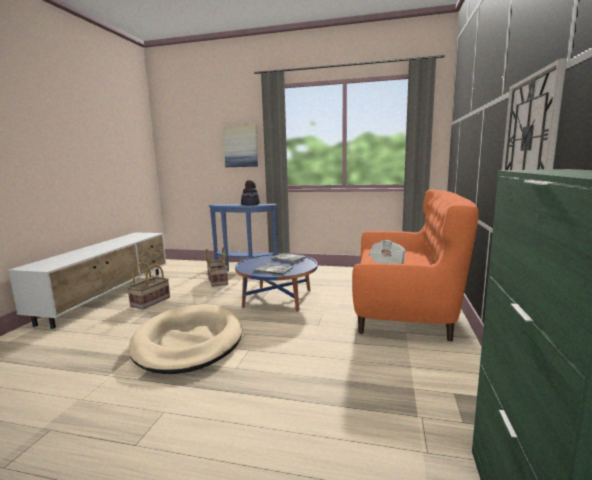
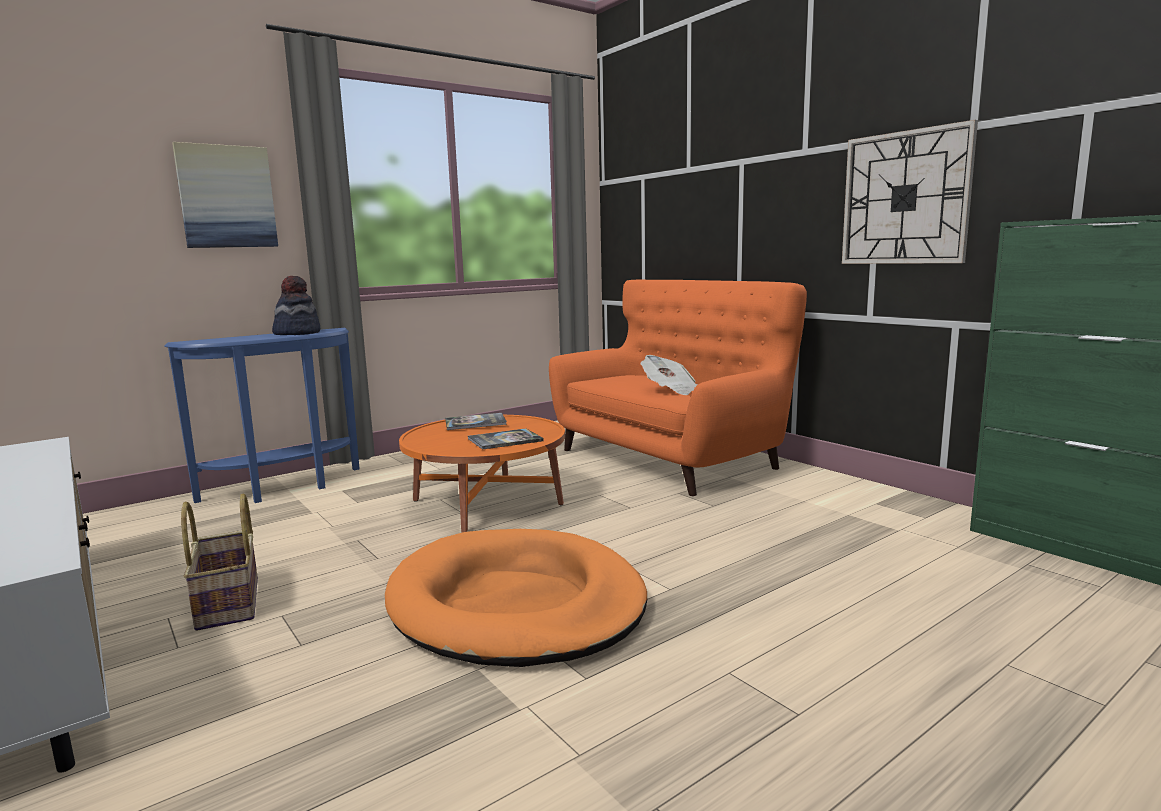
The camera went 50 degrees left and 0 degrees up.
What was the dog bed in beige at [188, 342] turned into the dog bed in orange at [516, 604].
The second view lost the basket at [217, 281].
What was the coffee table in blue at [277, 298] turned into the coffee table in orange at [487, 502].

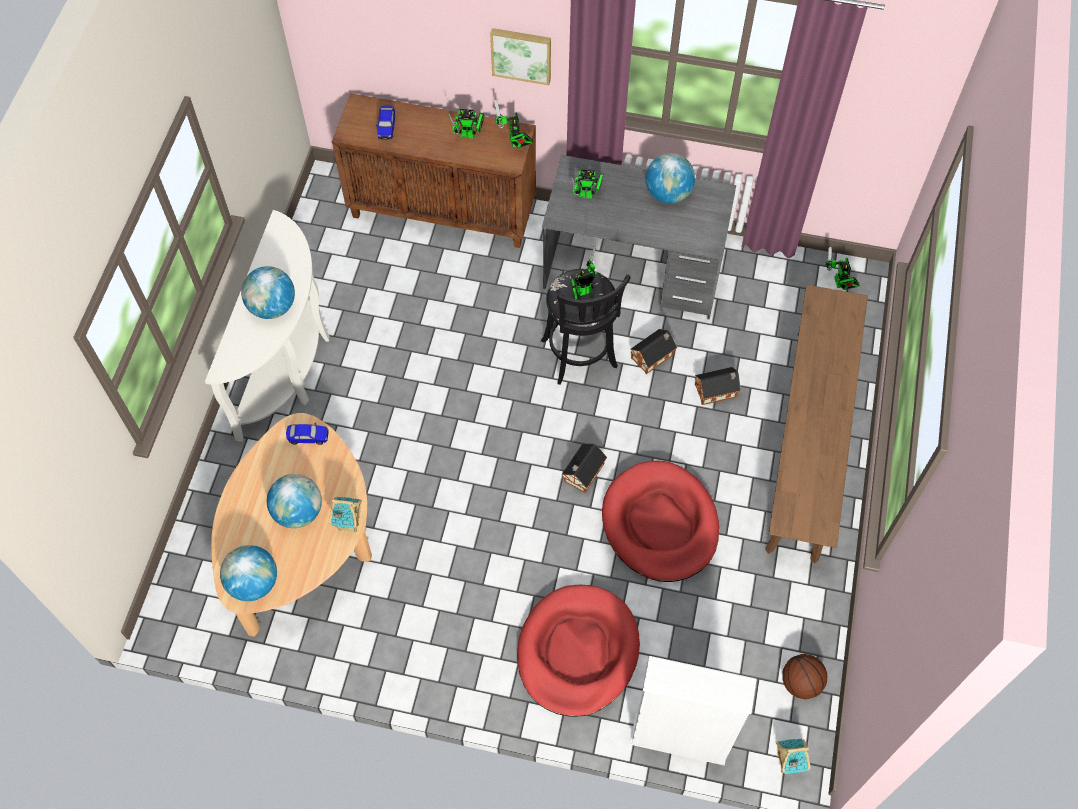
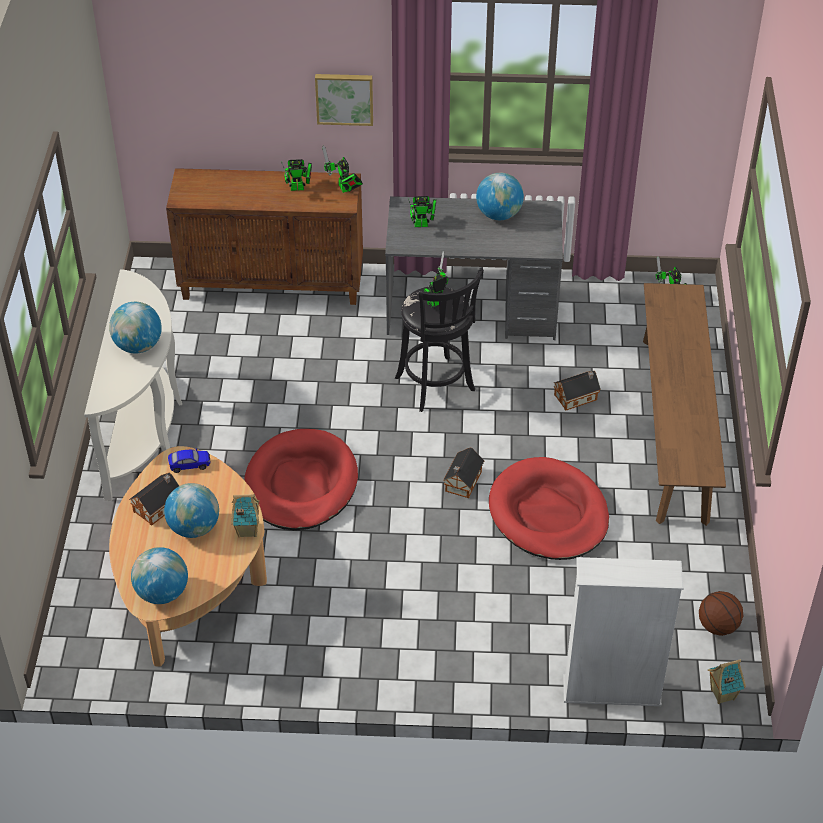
The camera went 10 degrees left and 15 degrees down.
The second view lost the toy car at [386, 127].
The dog bed in red ended up elsewhere, having gone from [577, 651] to [301, 484].
The toy house ended up elsewhere, having gone from [653, 356] to [159, 506].

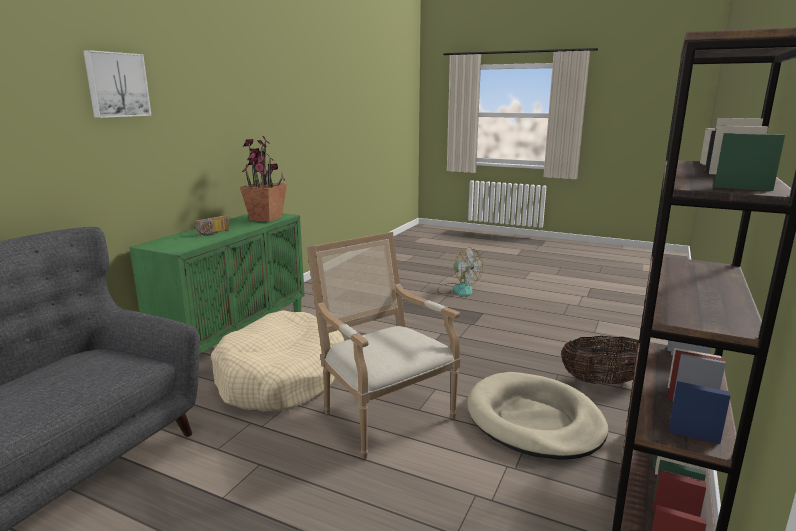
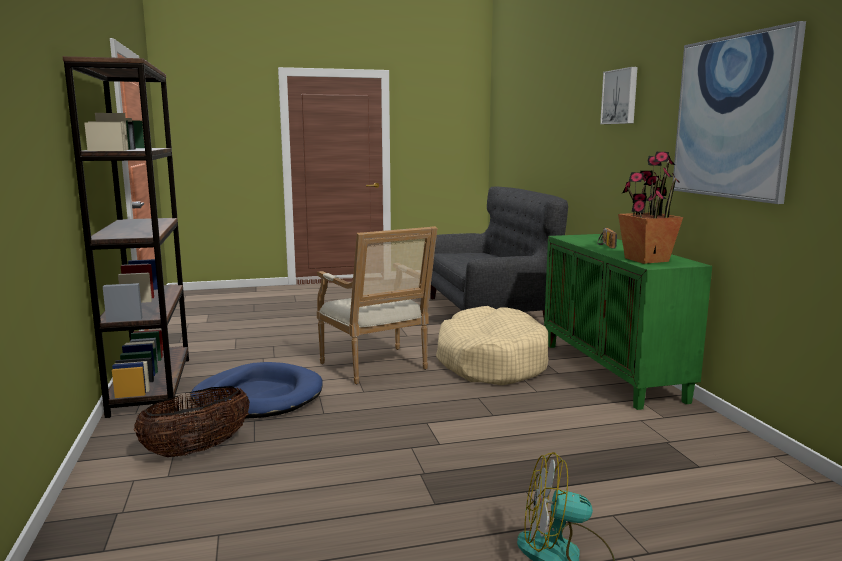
The camera went 140 degrees right and 5 degrees down.
The armchair at [383, 414] ended up facing another way, 45 degrees clockwise from before.
What was the dog bed in beige at [534, 420] turned into the dog bed in blue at [258, 397].
The second view gained the picture at [732, 117].

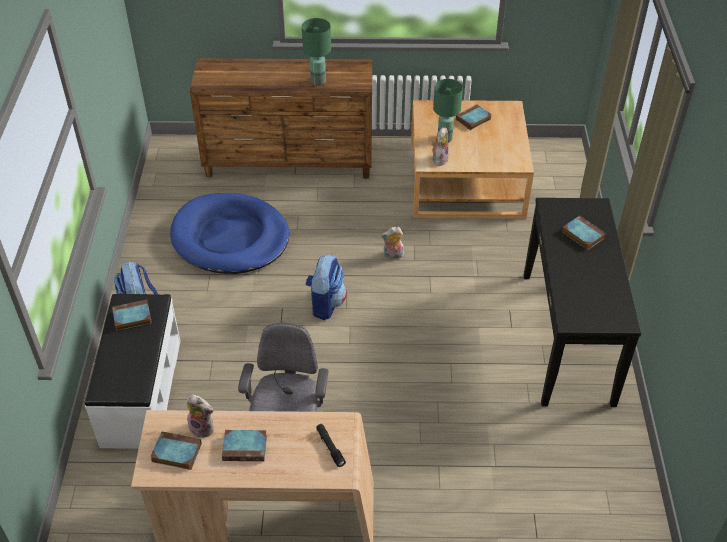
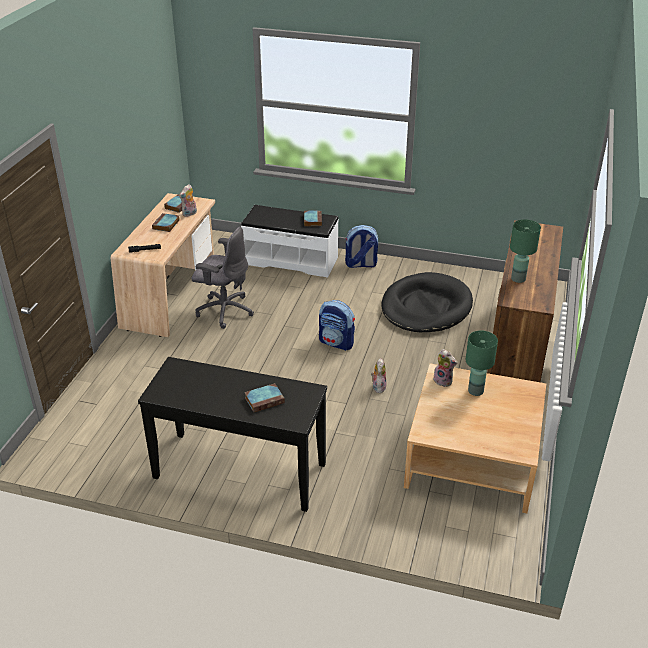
The camera went 105 degrees right and 10 degrees down.
What was the dog bed in blue at [230, 238] turned into the dog bed in black at [426, 307].
The second view lost the book at [473, 119].

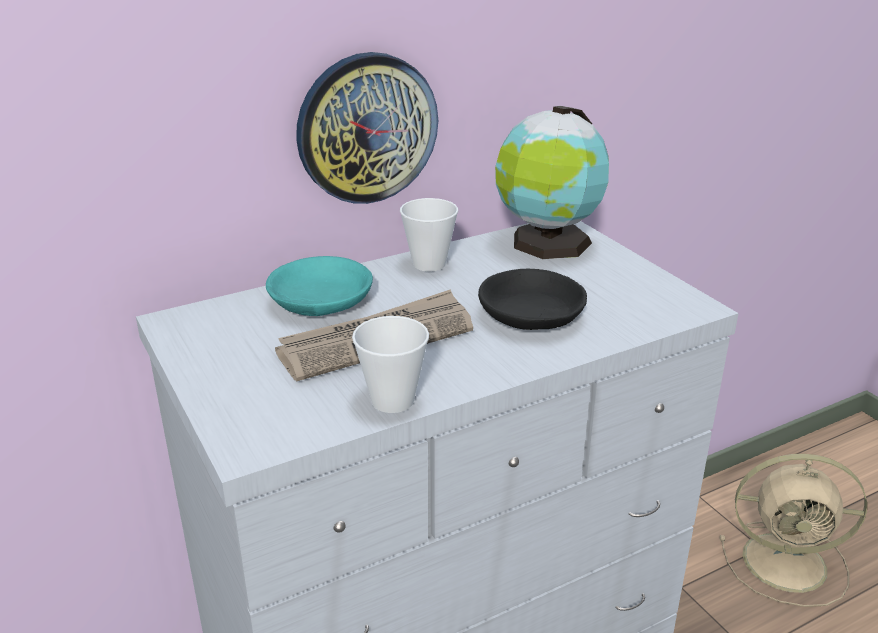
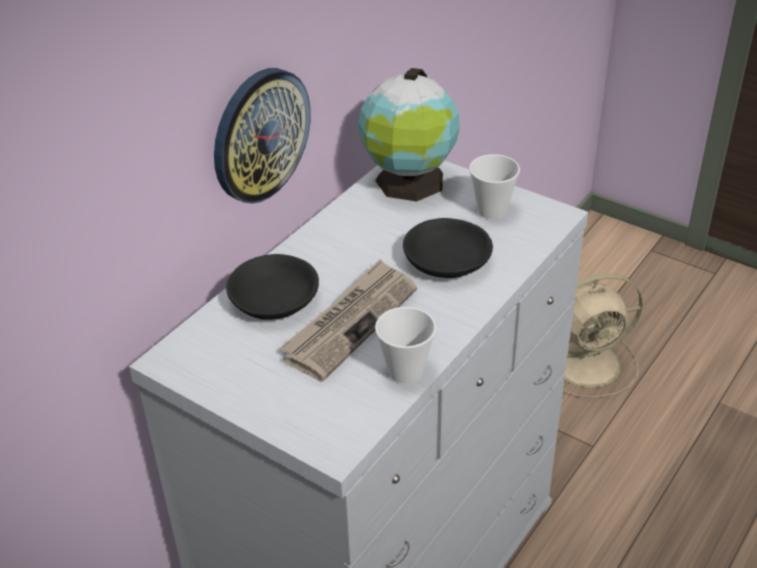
The camera went 25 degrees left and 10 degrees up.
What was the bowl in turquoise at [319, 301] turned into the bowl in black at [273, 300].
The cup ended up elsewhere, having gone from [429, 264] to [492, 210].

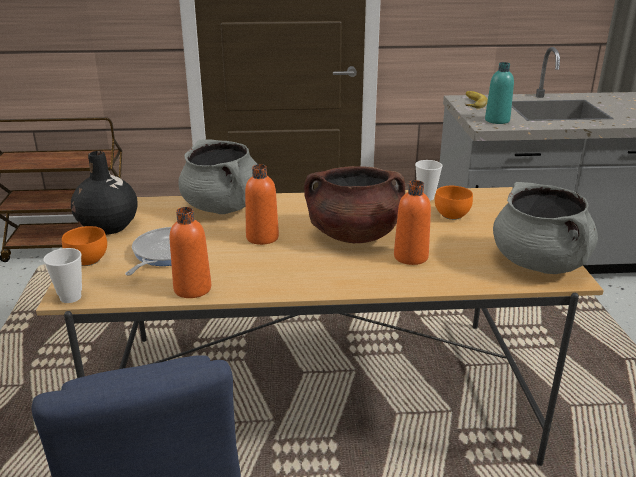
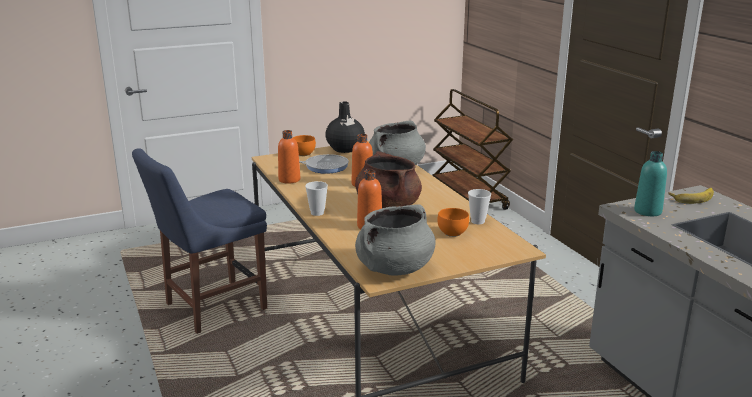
The camera went 70 degrees right and 5 degrees down.
The cup ended up elsewhere, having gone from [70, 297] to [317, 213].

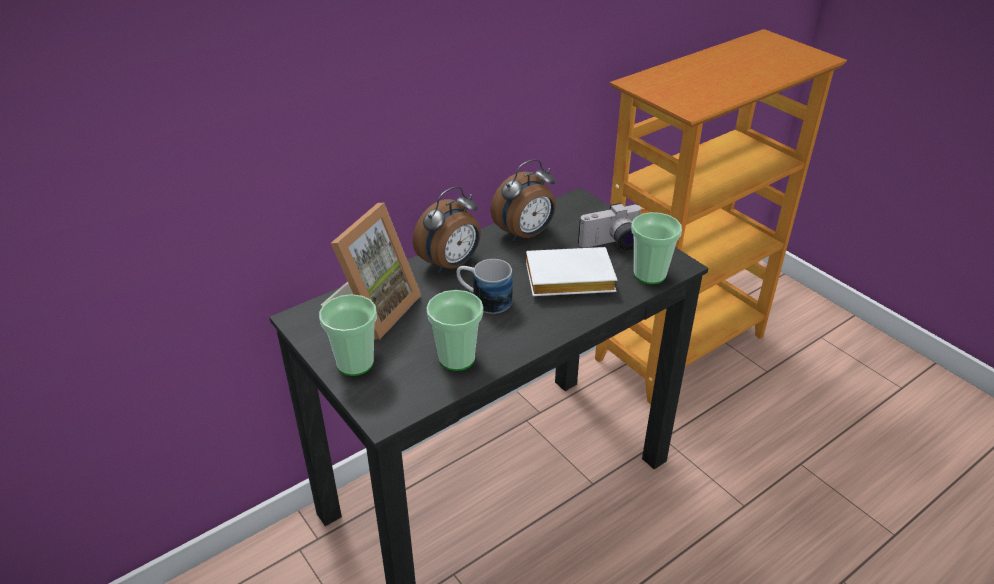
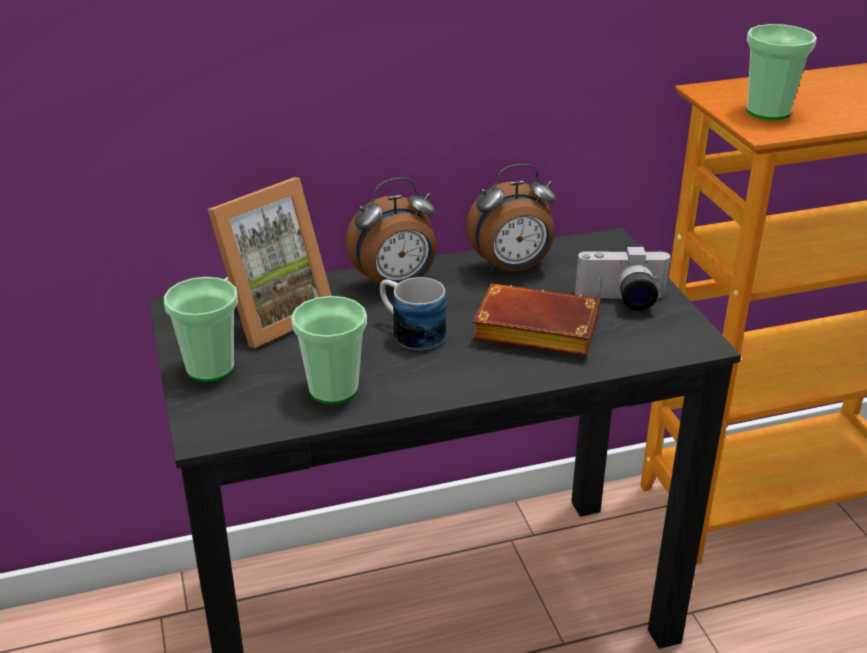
The camera went 20 degrees right and 5 degrees down.
What was the book in white at [567, 280] turned into the book in brown at [532, 331].
The cup ended up elsewhere, having gone from [649, 274] to [768, 111].

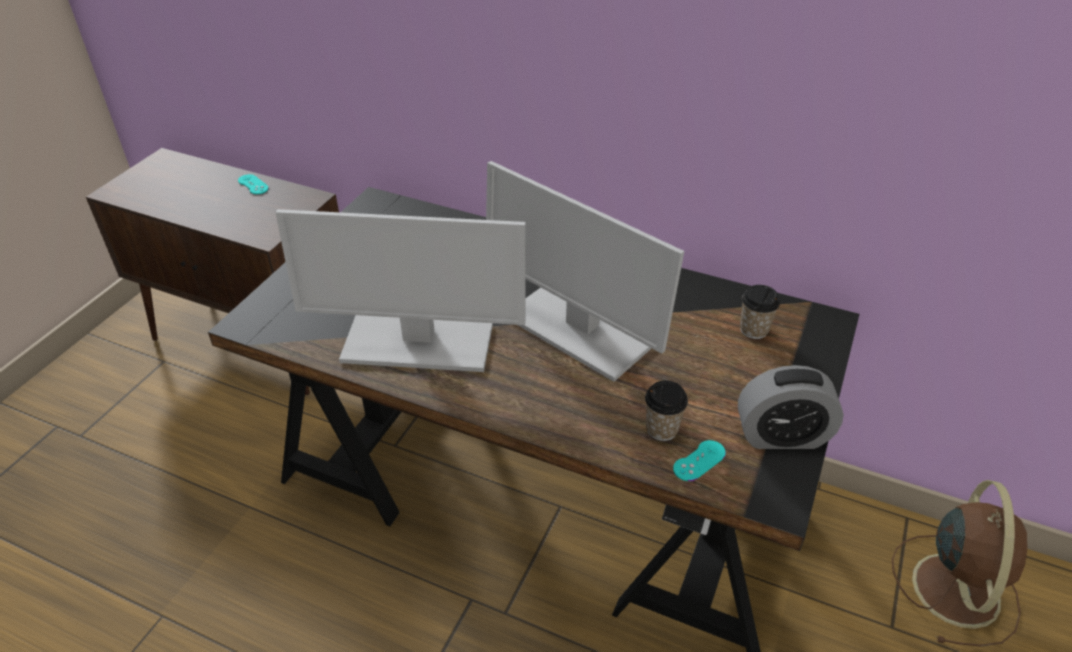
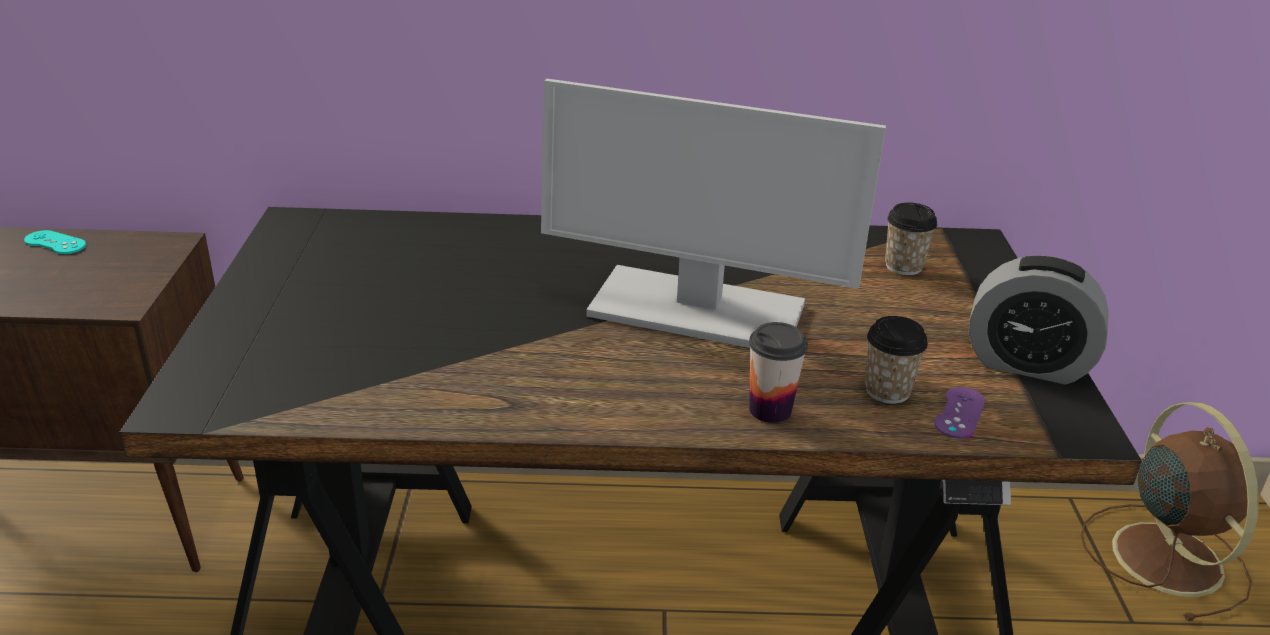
The camera went 25 degrees left and 10 degrees down.
The second view lost the monitor at [416, 344].
What was the game controller in turquoise at [699, 461] turned into the game controller in purple at [959, 413].
The alarm clock at [782, 436] ended up facing another way, 45 degrees clockwise from before.
The second view gained the cup at [770, 410].

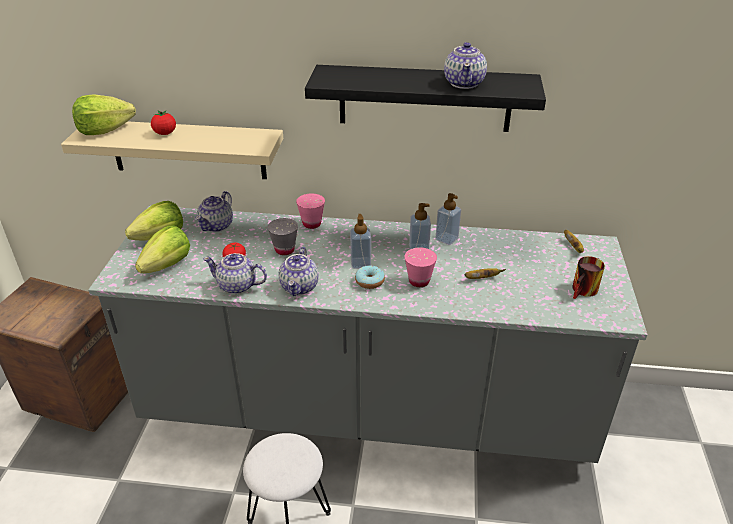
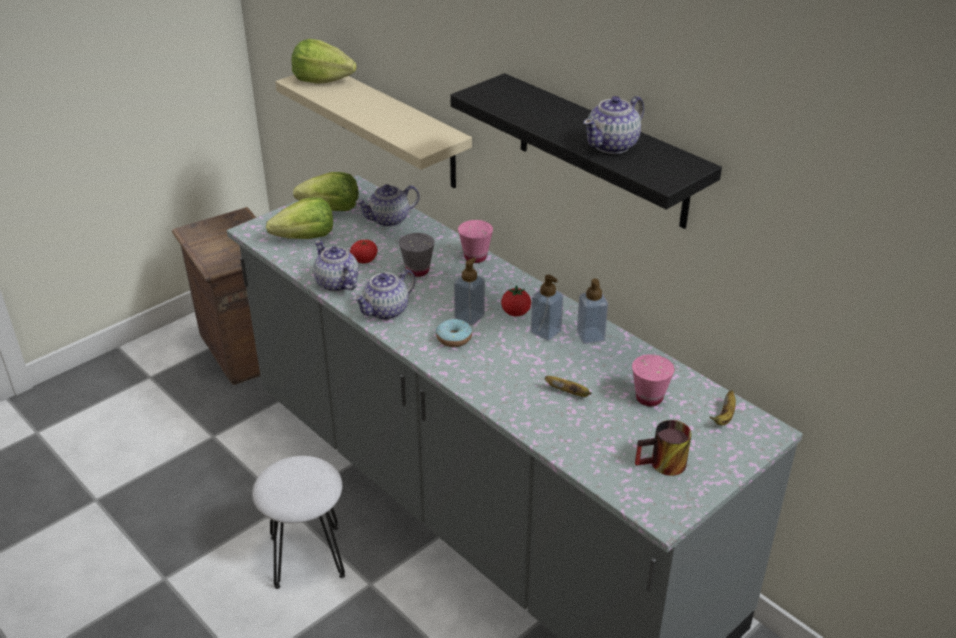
The camera went 40 degrees right and 0 degrees up.
The tomato ended up elsewhere, having gone from [165, 133] to [515, 313].
The cup in pink ended up elsewhere, having gone from [419, 281] to [649, 398].

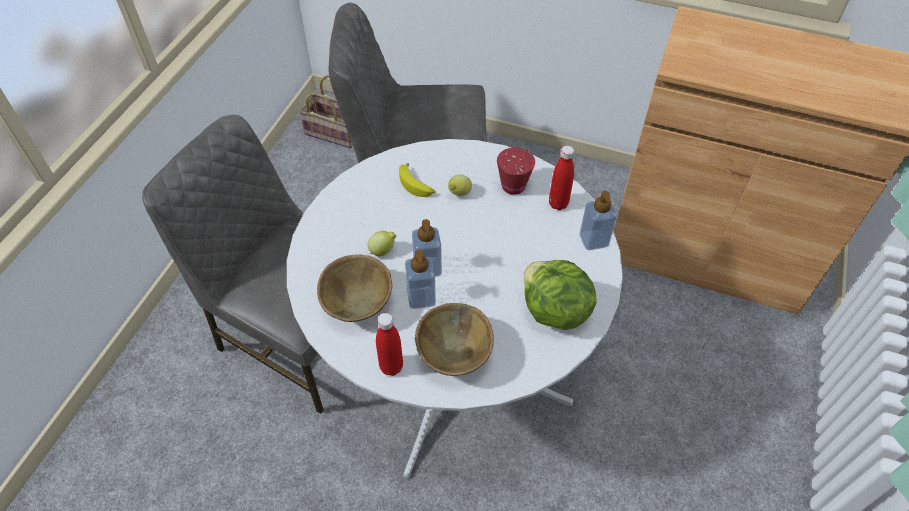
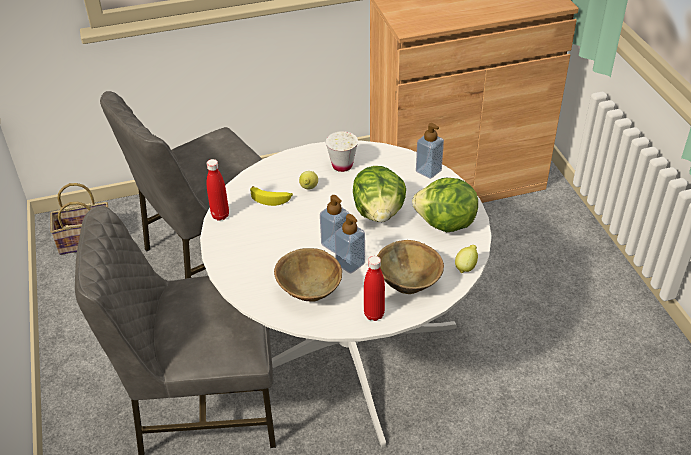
The camera went 35 degrees left and 10 degrees down.
The lemon ended up elsewhere, having gone from [383, 251] to [466, 267].
What was the cup in red at [513, 186] turned into the cup in white at [342, 165].
The bottle in red ended up elsewhere, having gone from [558, 204] to [220, 215].
The second view gained the lettuce at [379, 213].

